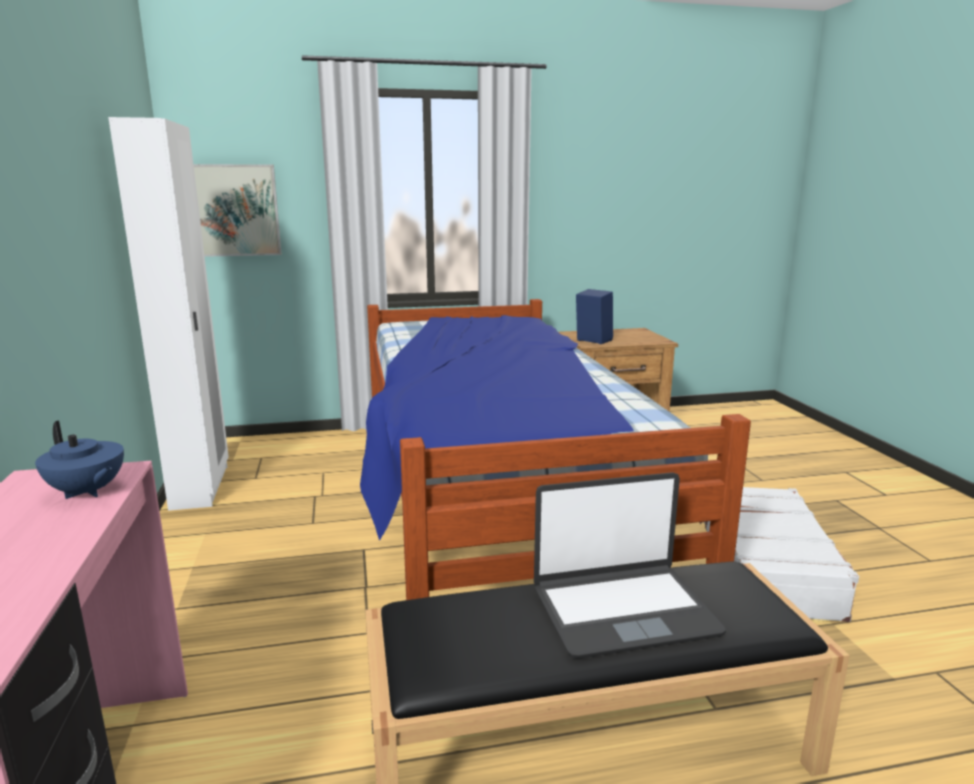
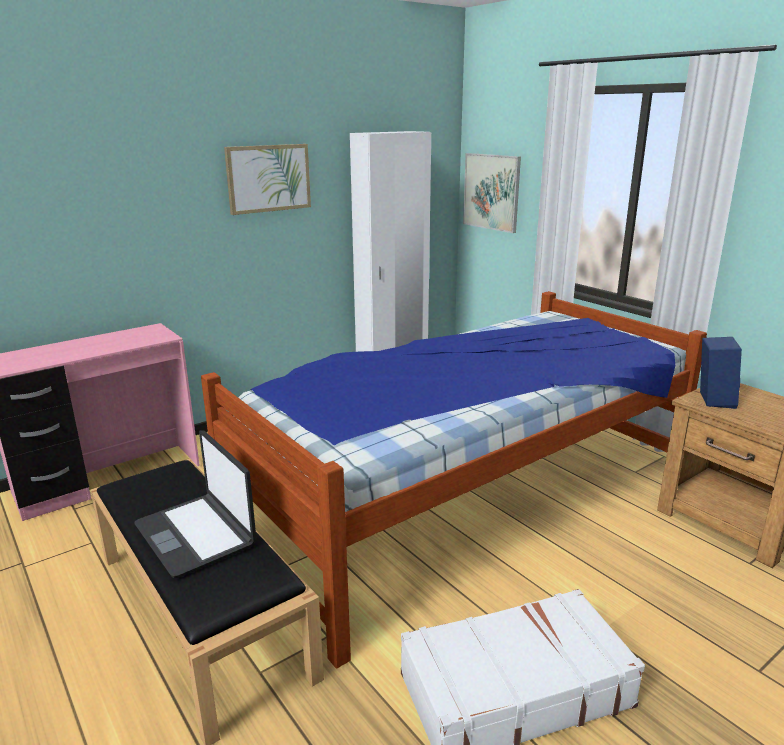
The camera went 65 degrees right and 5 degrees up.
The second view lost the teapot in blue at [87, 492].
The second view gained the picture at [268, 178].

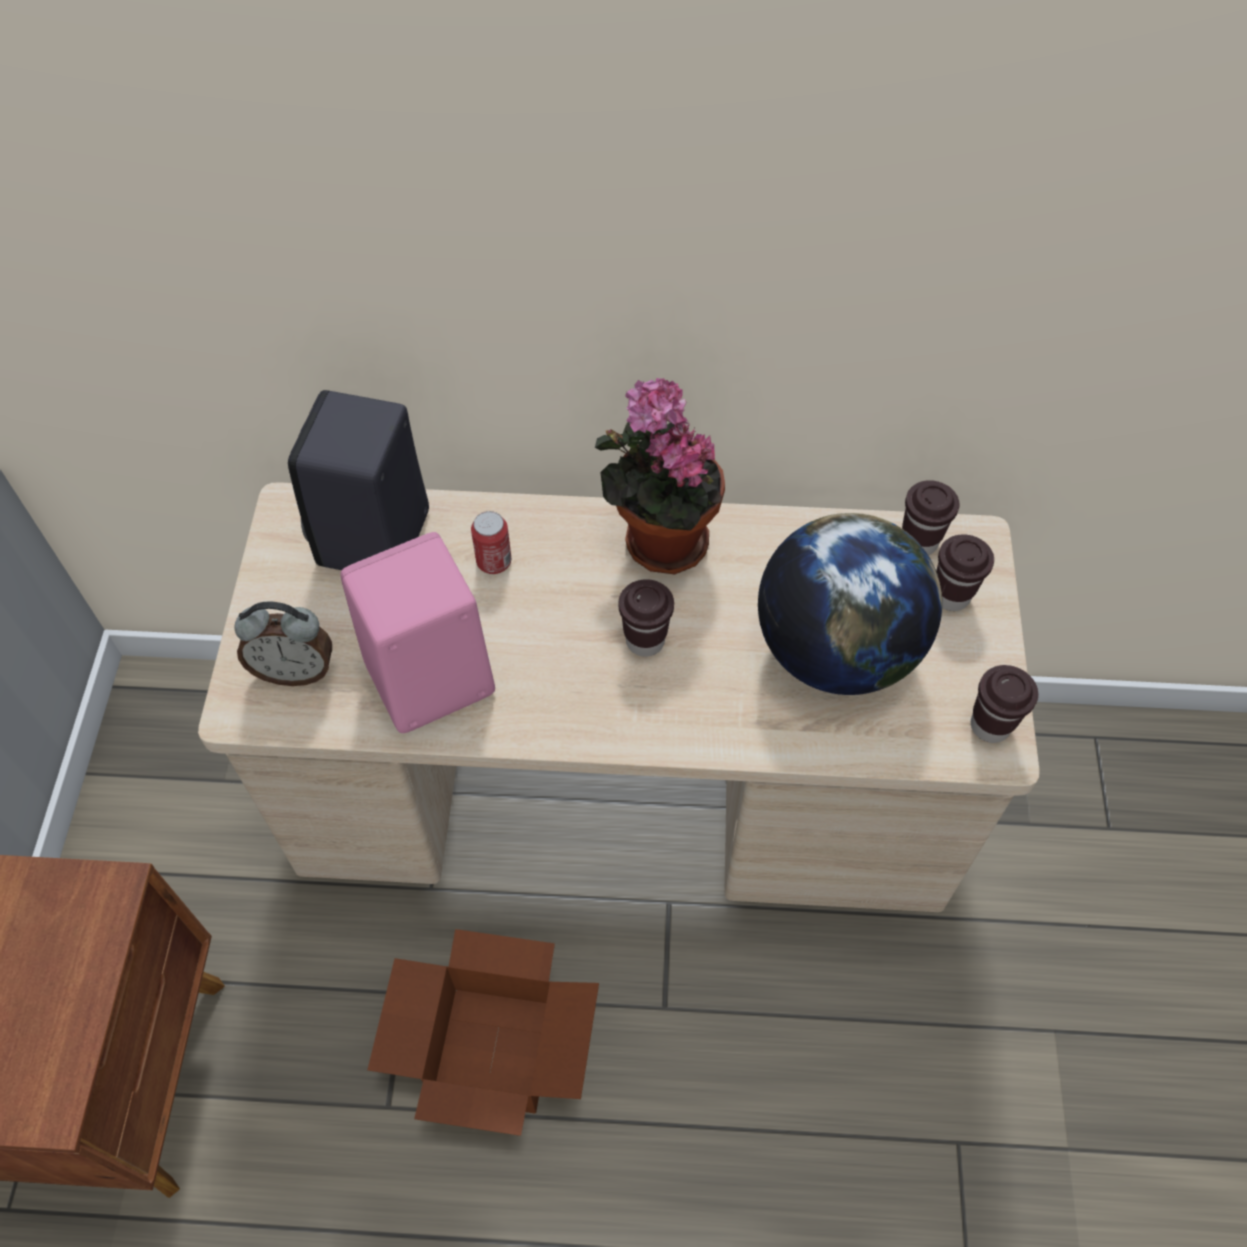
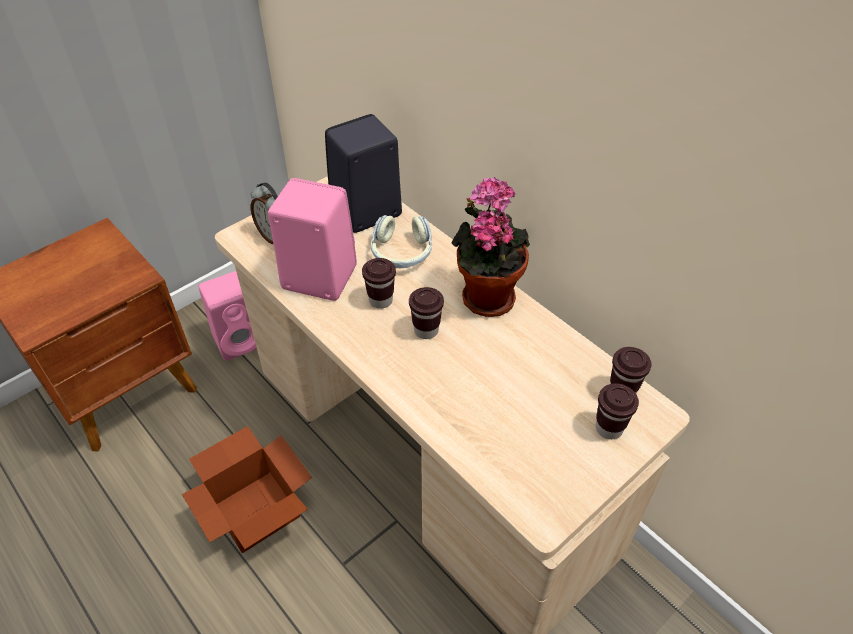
The camera went 45 degrees right and 10 degrees down.
Where the can stood at [494, 561], the headphones came to stand at [402, 253].
The second view lost the globe at [836, 650].
The cup in brown ended up elsewhere, having gone from [990, 725] to [380, 300].
The second view gained the speaker in pink at [241, 339].

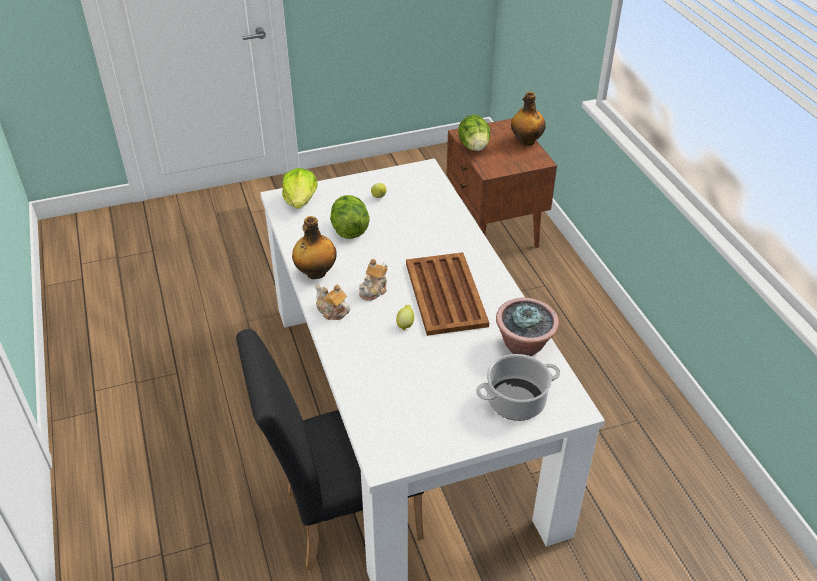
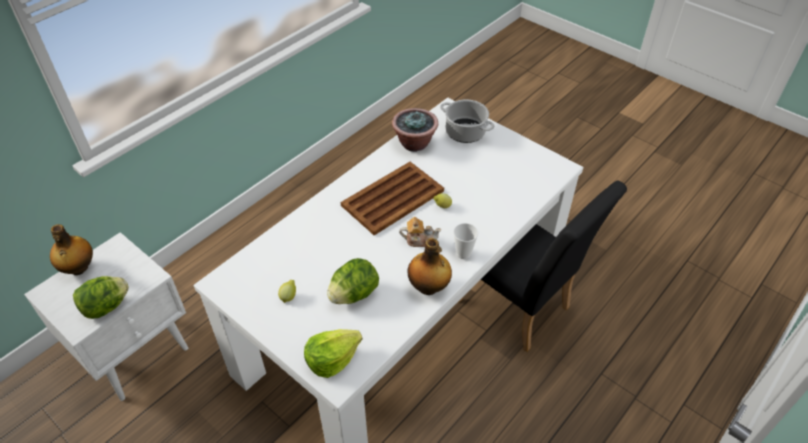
The camera went 120 degrees left and 5 degrees up.
Where the teapot stood at [332, 311], the cup came to stand at [463, 253].
What was the nightstand in brown at [494, 233] turned into the nightstand in white at [136, 352].

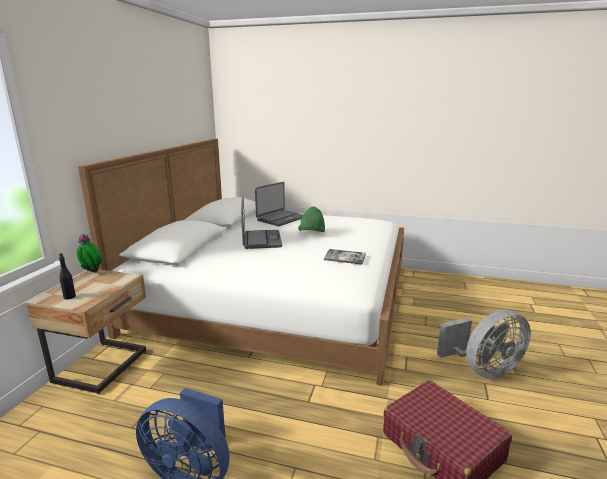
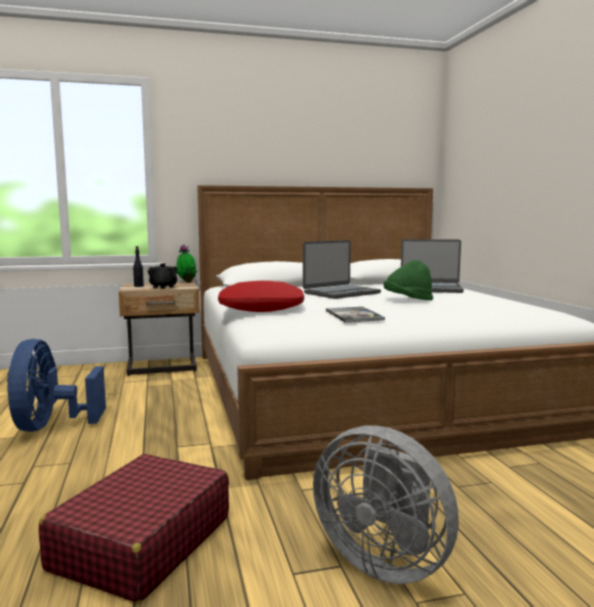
The camera went 60 degrees right and 10 degrees down.
The second view gained the teapot in black at [163, 287].
The second view gained the pillow in red at [261, 308].

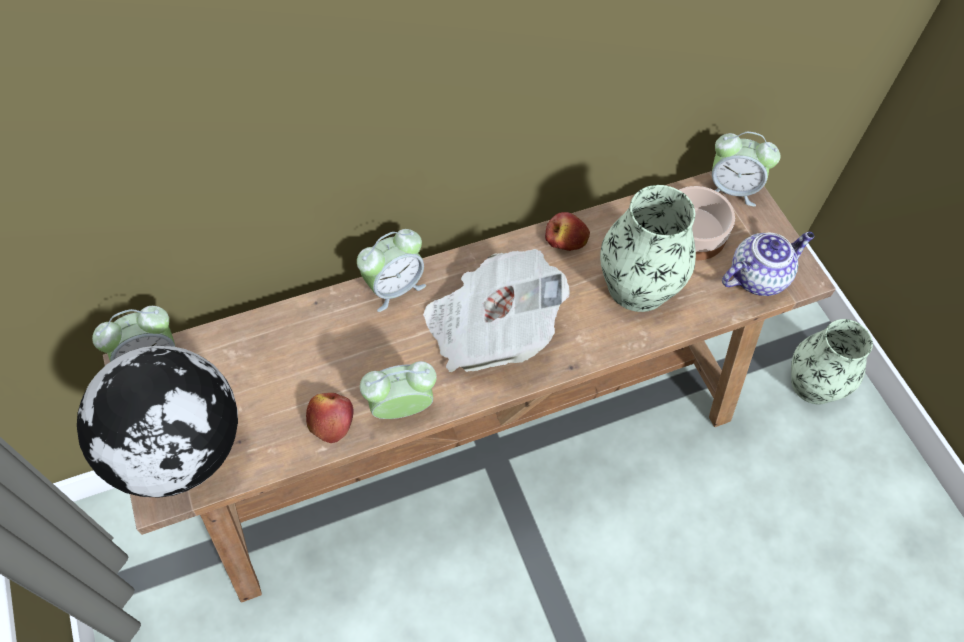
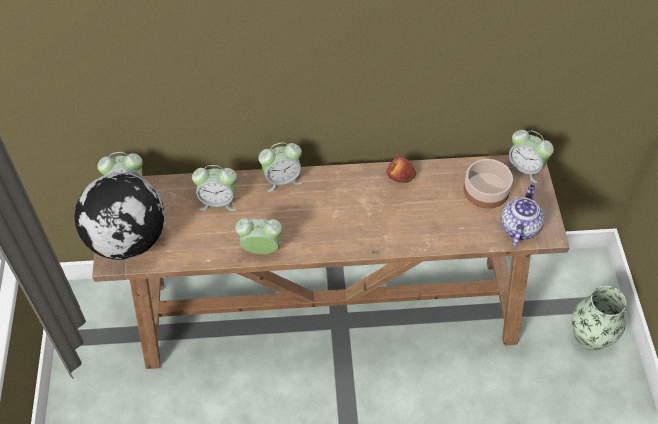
The camera went 20 degrees right and 5 degrees down.
The second view lost the apple at [330, 420].
The second view lost the newspaper at [490, 328].
The second view lost the vase at [637, 285].
The teapot at [758, 276] ended up facing another way, 60 degrees counterclockwise from before.
The second view gained the alarm clock at [218, 201].

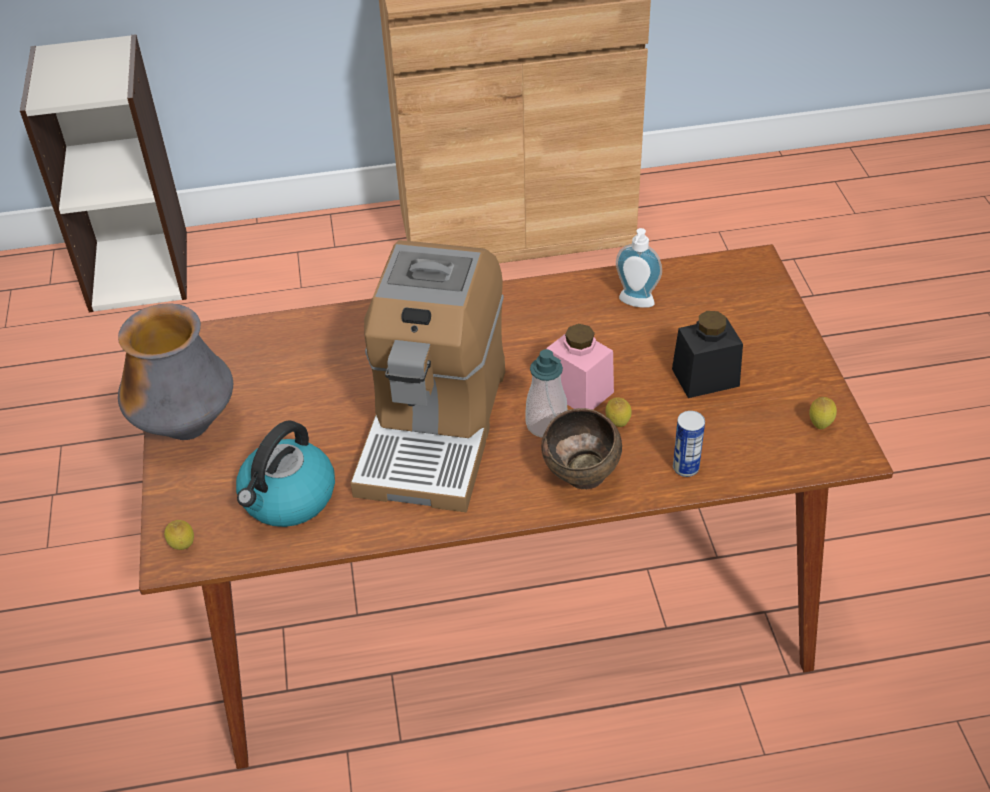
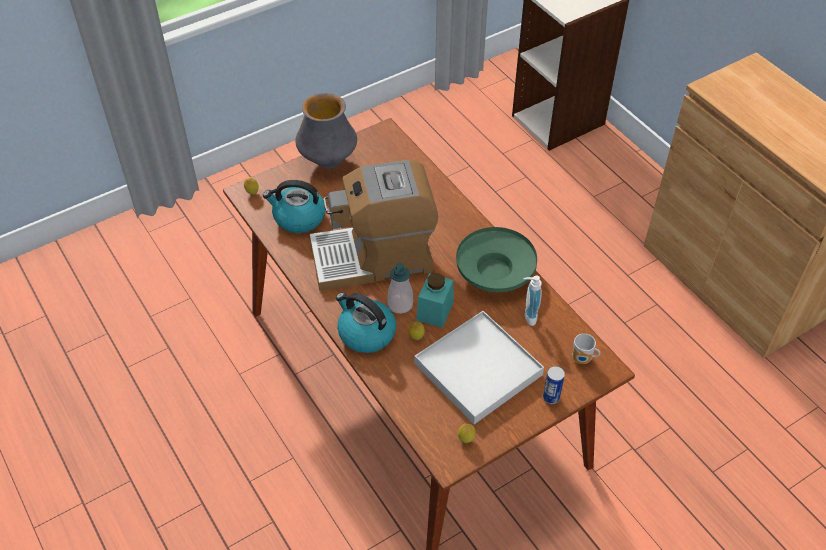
The camera went 65 degrees right and 5 degrees up.
Where the bowl in brown stood at [582, 479], the kettle came to stand at [365, 333].
What was the jar in pink at [578, 391] turned into the jar in turquoise at [435, 311].
Where the jar in black stood at [705, 377], the tray in white came to stand at [478, 369].
The can ended up elsewhere, having gone from [685, 468] to [551, 398].
The second view gained the bowl in green at [494, 273].
The second view gained the mug at [582, 360].

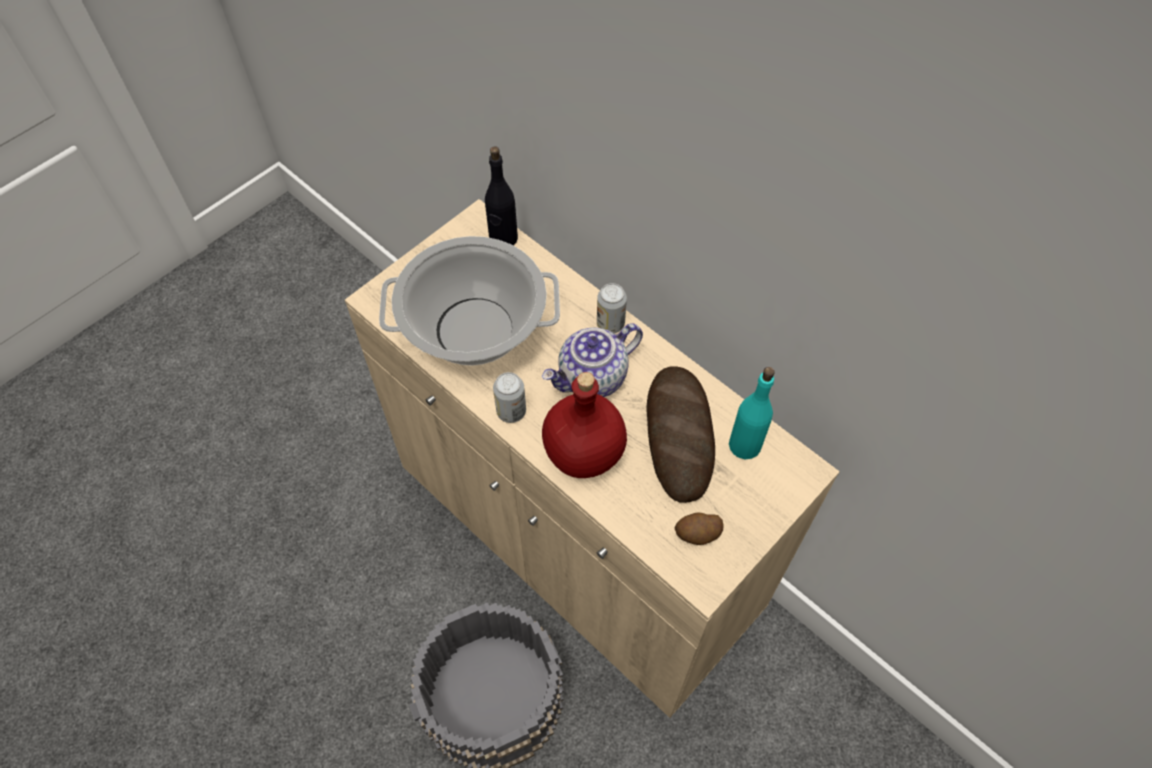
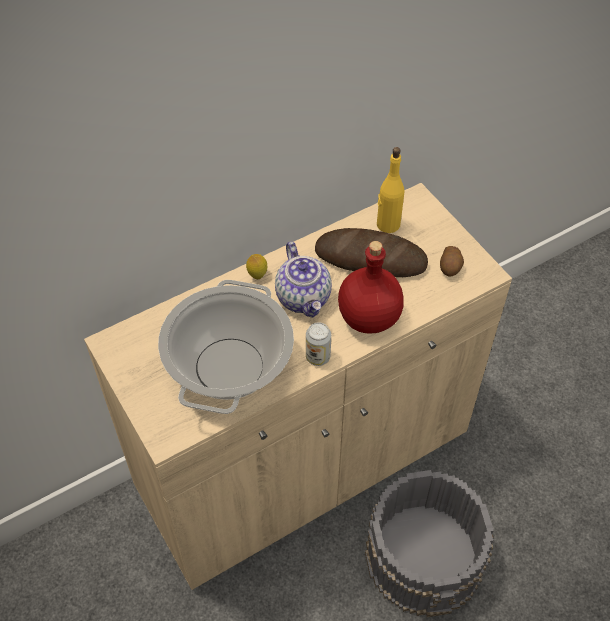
The camera went 75 degrees left and 5 degrees down.
The second view lost the bottle in black at [503, 239].
Where the can stood at [610, 324], the lemon came to stand at [257, 275].
What was the bottle in turquoise at [744, 444] turned into the bottle in yellow at [388, 224].

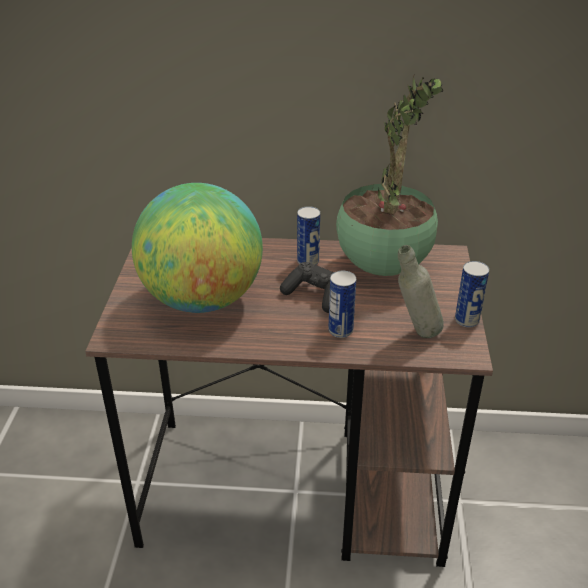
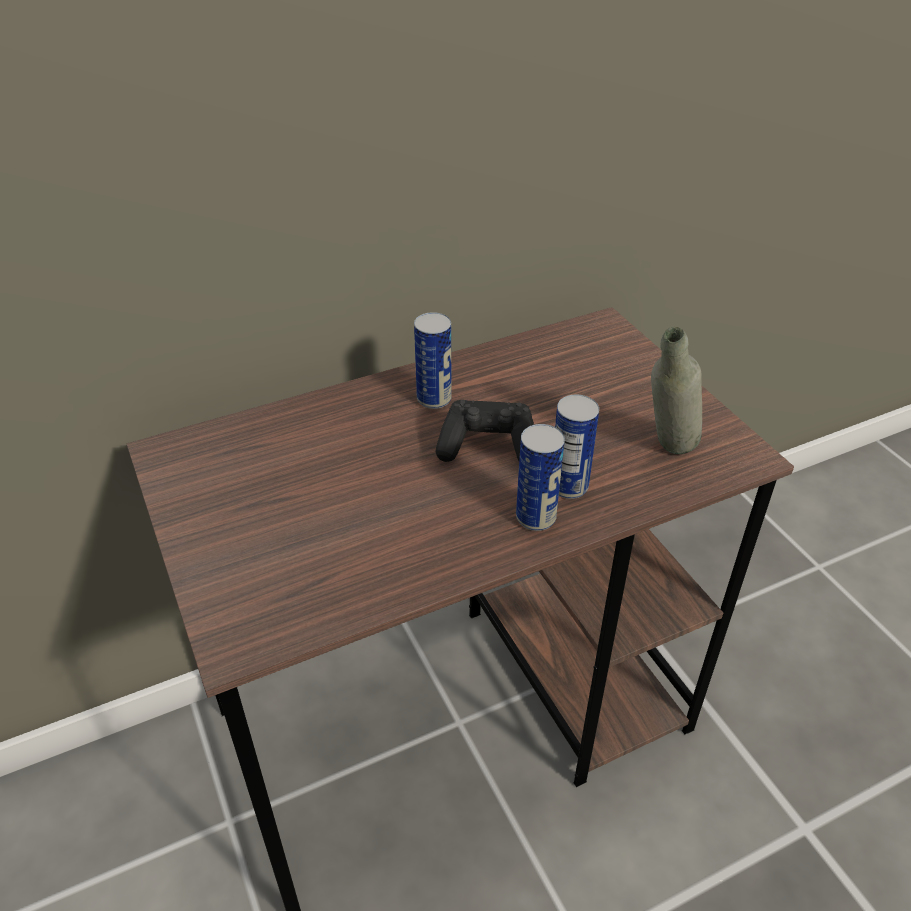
The camera went 30 degrees left and 5 degrees up.
The second view lost the globe at [202, 299].
The second view lost the potted plant at [383, 265].
The can ended up elsewhere, having gone from [467, 320] to [535, 517].

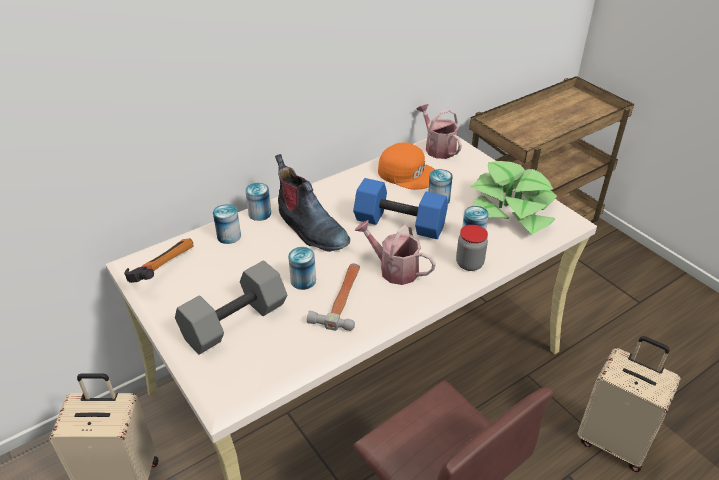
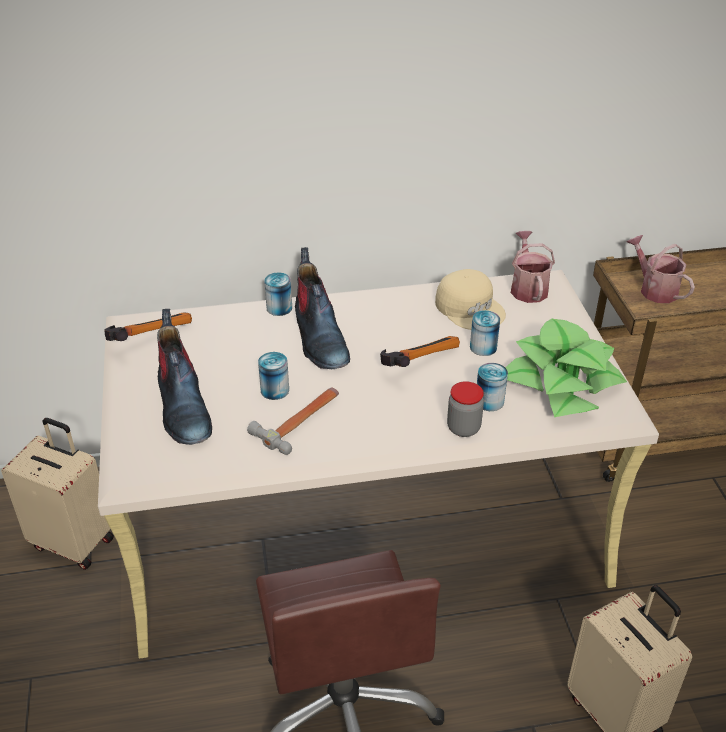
The camera went 25 degrees right and 0 degrees up.
Where the dumbbell in grey stood at [234, 320], the boot came to stand at [183, 408].
The second view lost the can at [229, 236].
Where the dumbbell in blue stood at [398, 224], the hammer came to stand at [417, 361].
The watering can ended up elsewhere, having gone from [394, 269] to [654, 289].
What was the cap in orange at [408, 173] turned into the cap in beige at [470, 307].

